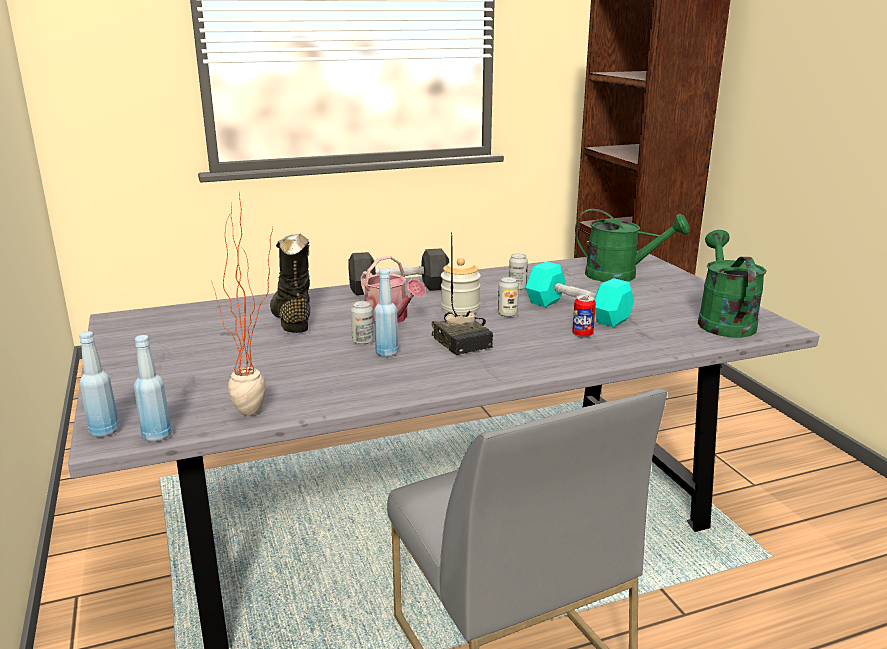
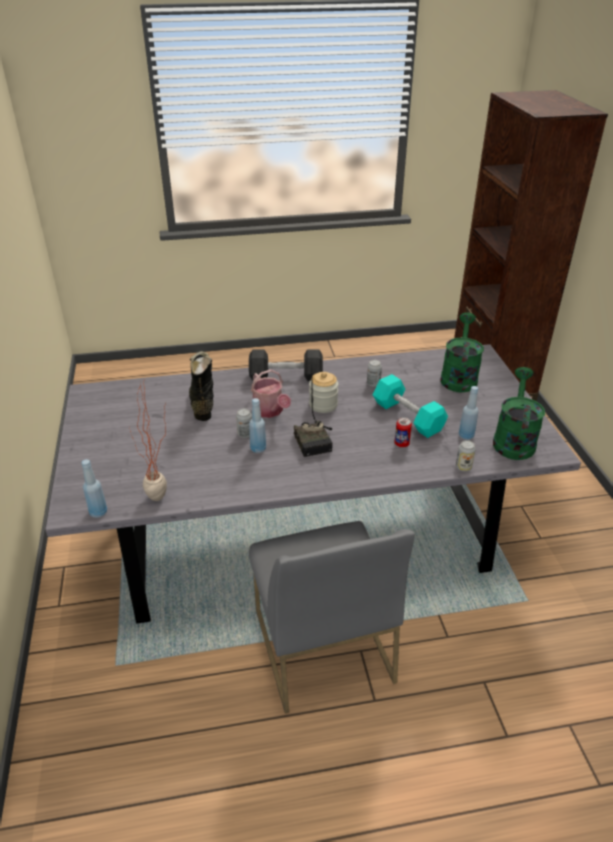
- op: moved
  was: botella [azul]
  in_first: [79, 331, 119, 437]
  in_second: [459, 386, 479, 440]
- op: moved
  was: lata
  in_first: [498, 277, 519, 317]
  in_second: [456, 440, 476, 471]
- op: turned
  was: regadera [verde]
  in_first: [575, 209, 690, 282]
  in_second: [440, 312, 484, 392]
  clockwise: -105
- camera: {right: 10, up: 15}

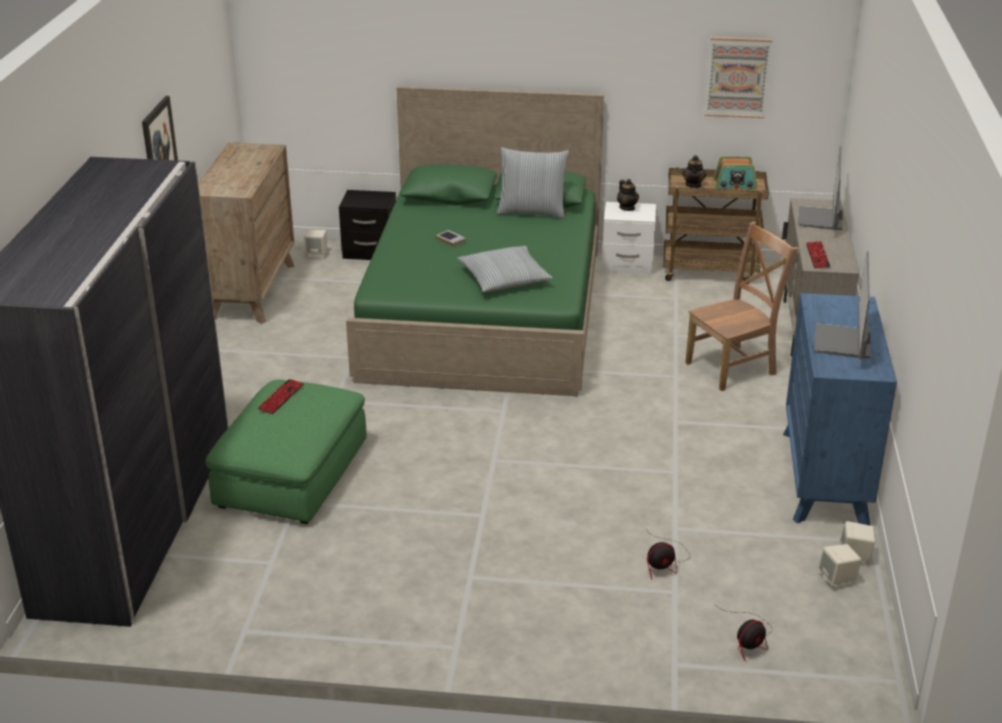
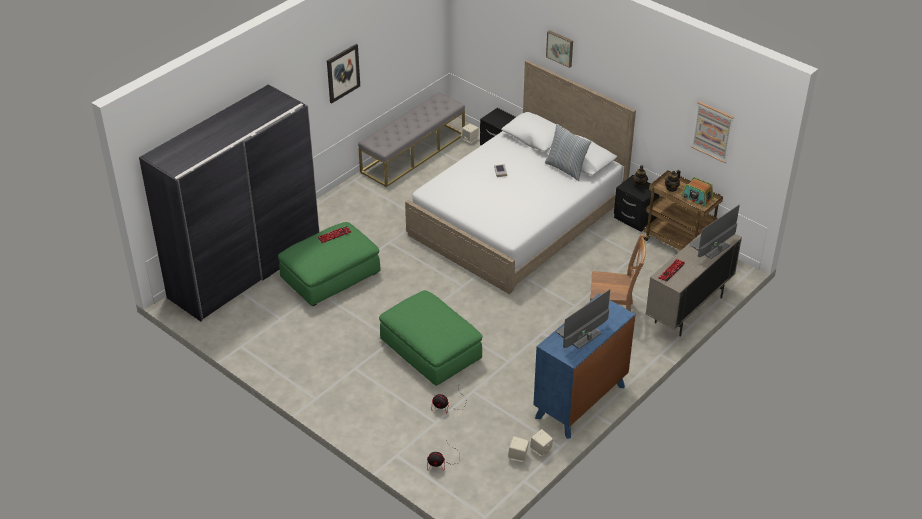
- op: replaced
  was: cómoda [marrón]
  now: banco [gris]
  in_first: [198, 142, 295, 324]
  in_second: [358, 92, 465, 187]
- op: recoloured
  was: cama [verde]
  now: cama [blanco]
  in_first: [346, 86, 604, 396]
  in_second: [405, 60, 636, 294]
- op: removed
  was: cojín
  in_first: [457, 246, 553, 292]
- op: recoloured
  was: mesita de noche [blanco]
  now: mesita de noche [negro]
  in_first: [602, 202, 656, 274]
  in_second: [614, 175, 660, 232]
- op: added
  now: puf [verde]
  in_second: [379, 290, 483, 386]
- op: added
  now: cuadro
  in_second: [546, 30, 573, 68]
- camera: {right: 35, up: 10}

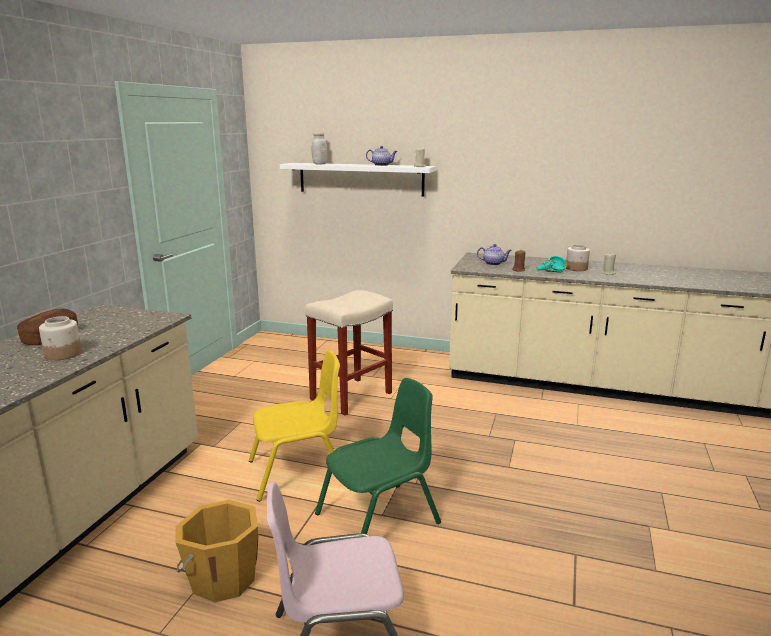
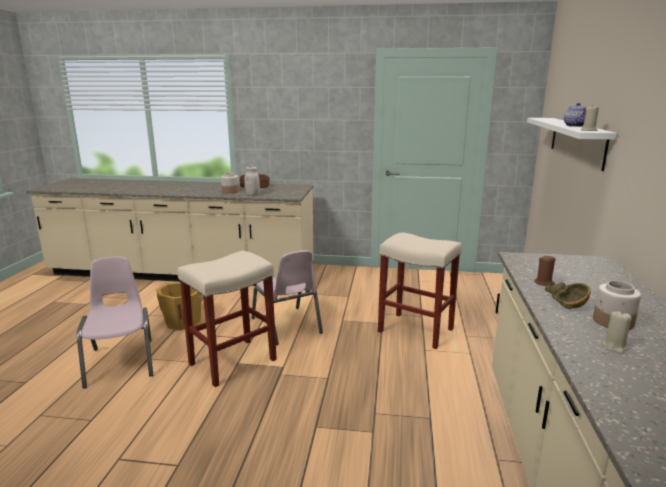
- op: recoloured
  was: silla [amarillo]
  now: silla [rosa]
  in_first: [249, 350, 340, 502]
  in_second: [252, 250, 323, 345]
- op: moved
  was: tarro [blanco]
  in_first: [312, 132, 327, 164]
  in_second: [244, 166, 260, 196]
- op: replaced
  was: silla [verde]
  now: taburete [beis]
  in_first: [315, 378, 441, 534]
  in_second: [177, 251, 277, 387]
- op: removed
  was: tetera
  in_first: [477, 244, 512, 265]
- op: recoloured
  was: cuenco [turquesa]
  now: cuenco [marrón]
  in_first: [537, 256, 567, 273]
  in_second: [545, 282, 591, 309]
- camera: {right: 80, up: 0}

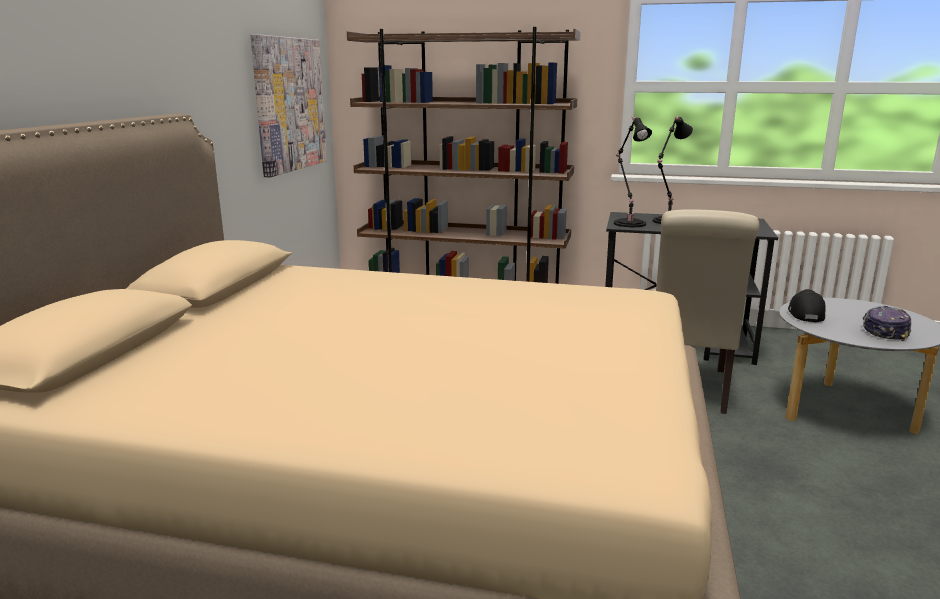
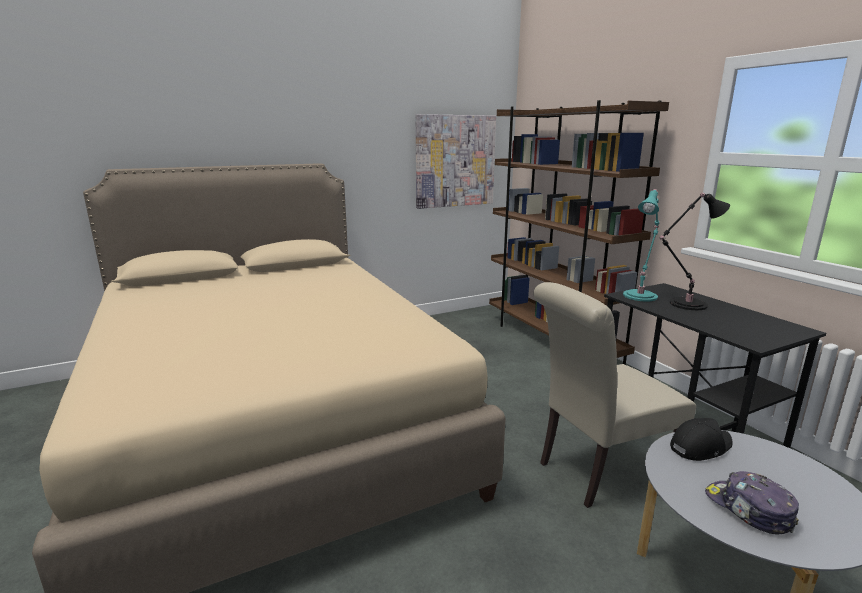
- op: recoloured
  was: lámpara de mesa [negro]
  now: lámpara de mesa [turquesa]
  in_first: [614, 116, 652, 227]
  in_second: [623, 189, 659, 301]
- op: turned
  was: gorra
  in_first: [863, 306, 911, 341]
  in_second: [705, 471, 799, 534]
  clockwise: -105
- camera: {right: 50, up: 0}

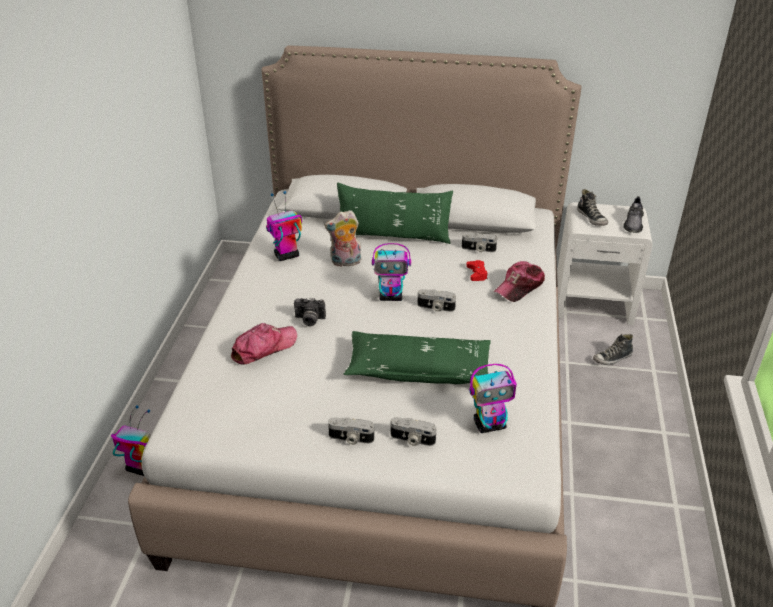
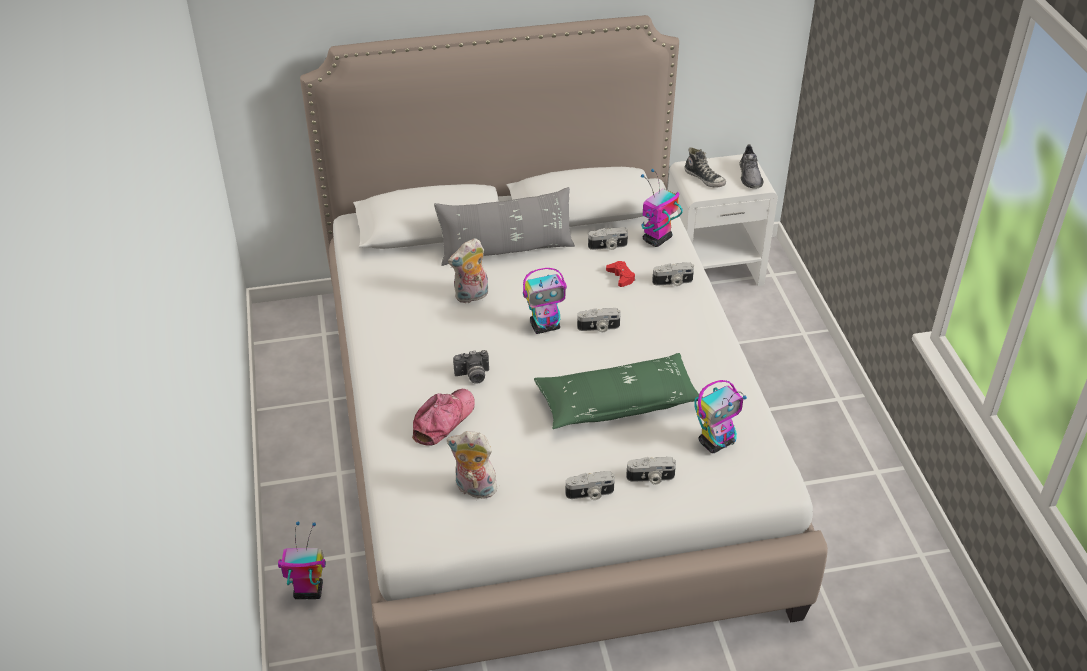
- op: moved
  was: robot de juguete
  in_first: [266, 191, 302, 261]
  in_second: [641, 169, 683, 247]
- op: recoloured
  was: cojín [verde]
  now: cojín [gris]
  in_first: [337, 182, 453, 244]
  in_second: [434, 187, 575, 266]
- op: replaced
  was: gorra
  now: cámara
  in_first: [494, 261, 545, 302]
  in_second: [652, 262, 694, 286]
- op: removed
  was: zapato
  in_first: [593, 334, 633, 365]
- op: added
  now: peluche
  in_second: [447, 431, 497, 498]
- camera: {right: -20, up: 5}

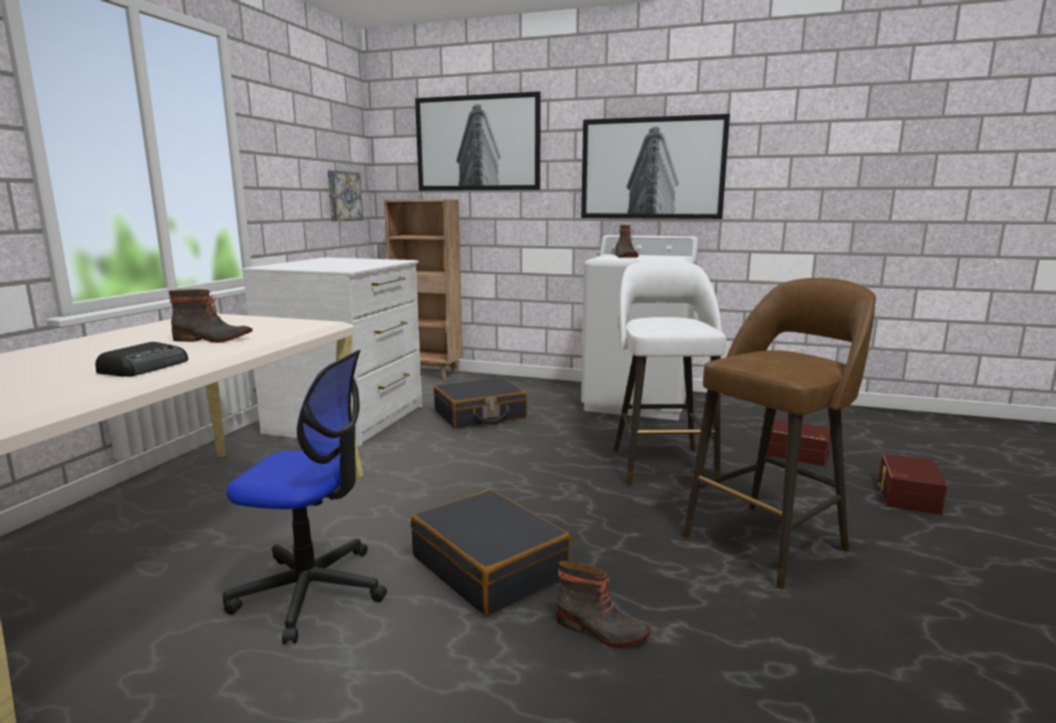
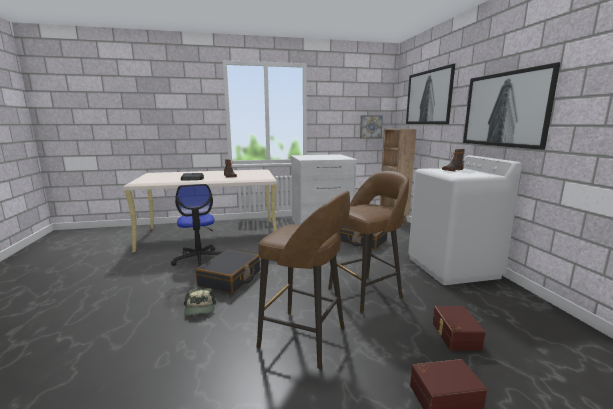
- op: replaced
  was: bota
  now: gorra
  in_first: [556, 561, 651, 648]
  in_second: [183, 288, 216, 316]
- op: recoloured
  was: taburete [blanco]
  now: taburete [marrón]
  in_first: [613, 259, 726, 486]
  in_second: [328, 171, 409, 314]
- camera: {right: 60, up: 0}

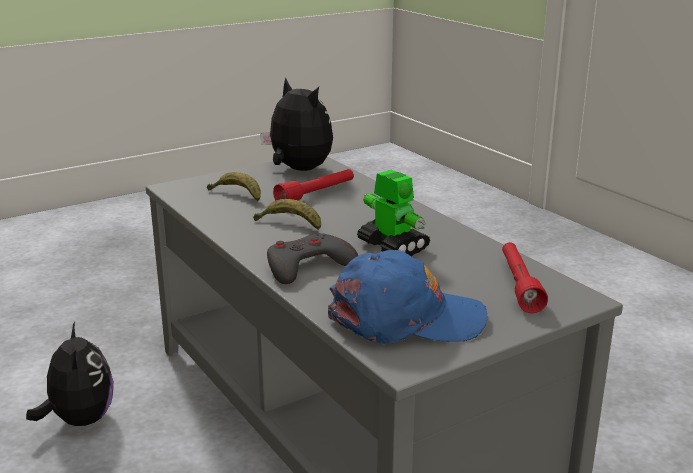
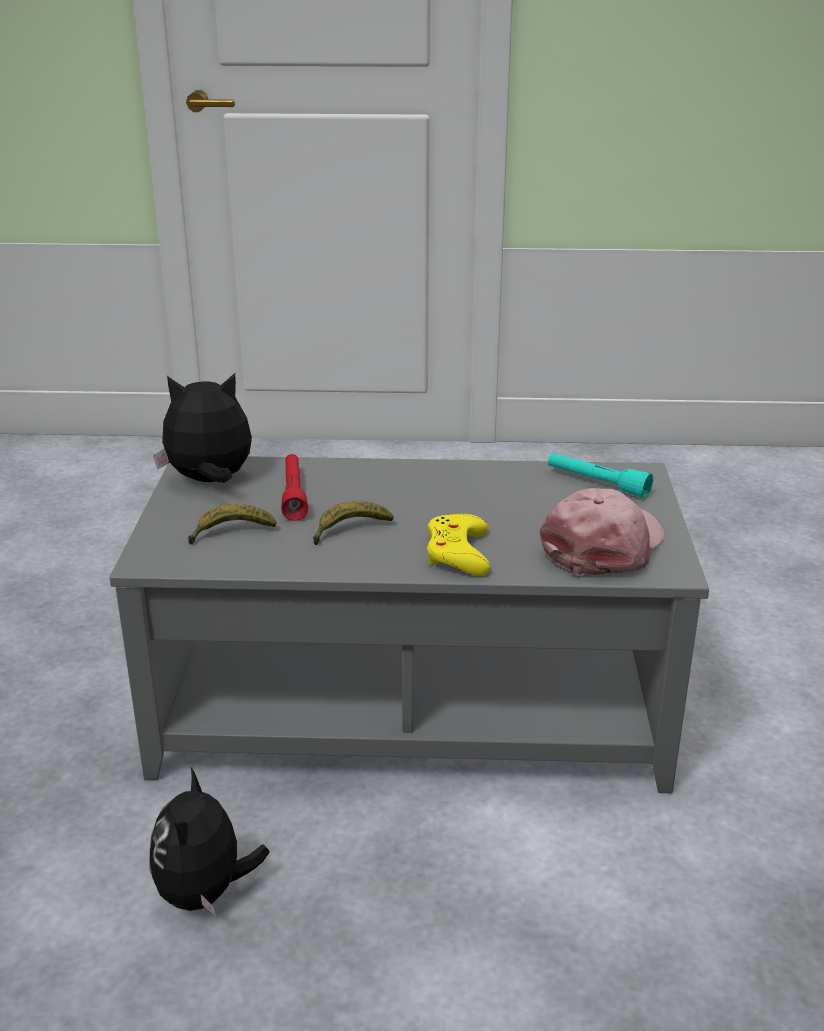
- op: turned
  was: peluche
  in_first: [26, 322, 114, 426]
  in_second: [149, 767, 270, 916]
  clockwise: -105
- op: recoloured
  was: mando de consola [gris]
  now: mando de consola [amarillo]
  in_first: [267, 233, 358, 284]
  in_second: [427, 514, 490, 576]
- op: recoloured
  was: gorra [azul]
  now: gorra [rosa]
  in_first: [328, 250, 488, 344]
  in_second: [540, 488, 664, 575]
- op: removed
  was: robot de juguete
  in_first: [357, 170, 430, 256]
- op: recoloured
  was: linterna [rojo]
  now: linterna [turquesa]
  in_first: [502, 242, 548, 313]
  in_second: [548, 453, 653, 498]
- camera: {right: -55, up: 5}

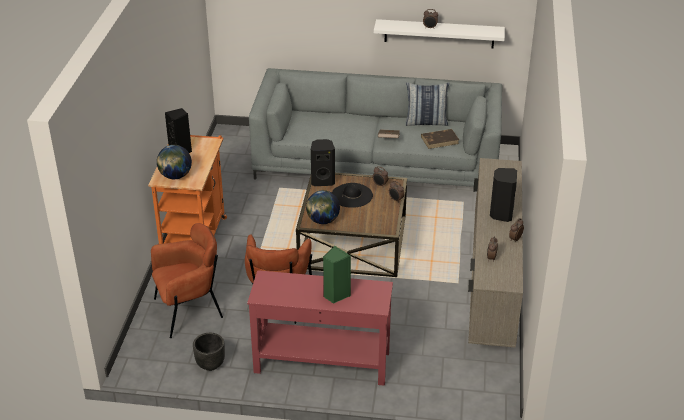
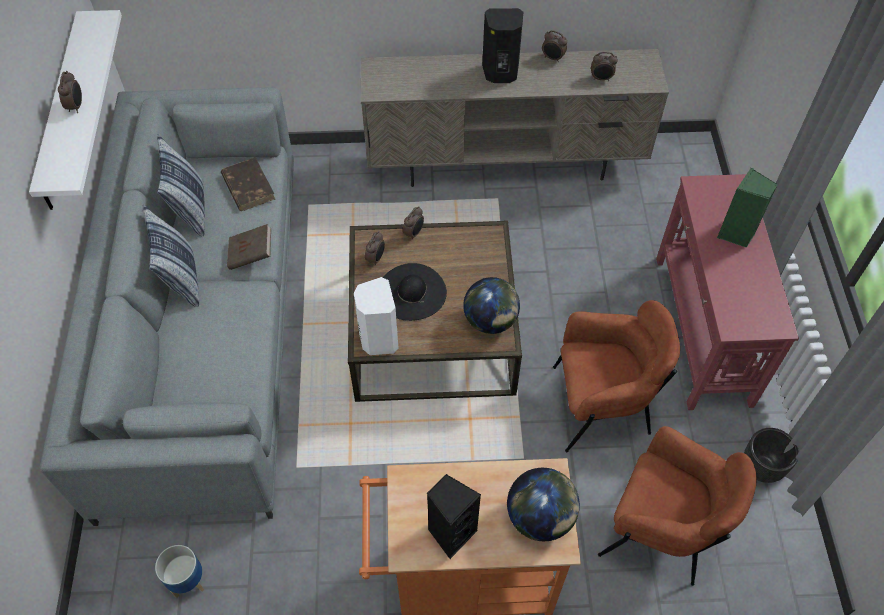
- op: turned
  was: sillón [marrón]
  in_first: [151, 223, 223, 339]
  in_second: [598, 426, 757, 586]
  clockwise: 150
- op: recoloured
  was: altavoz [negro]
  now: altavoz [blanco]
  in_first: [311, 139, 335, 186]
  in_second: [354, 277, 398, 355]
- op: added
  now: cojín
  in_second: [143, 205, 199, 307]
- op: added
  now: maceta
  in_second: [155, 545, 204, 598]
- camera: {right: -100, up: 20}

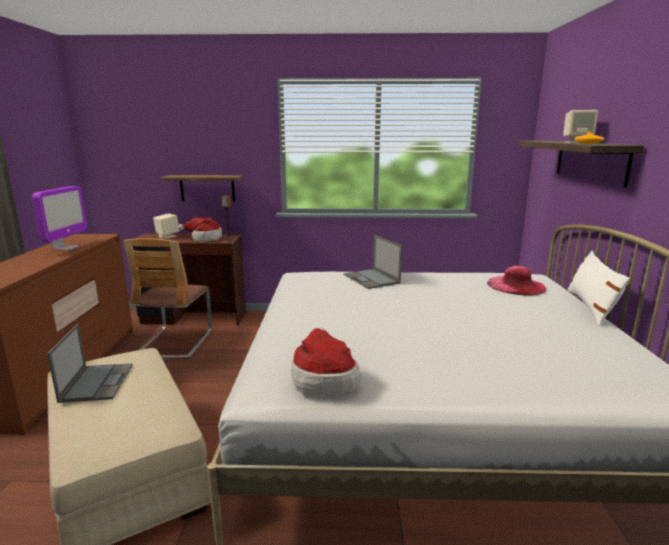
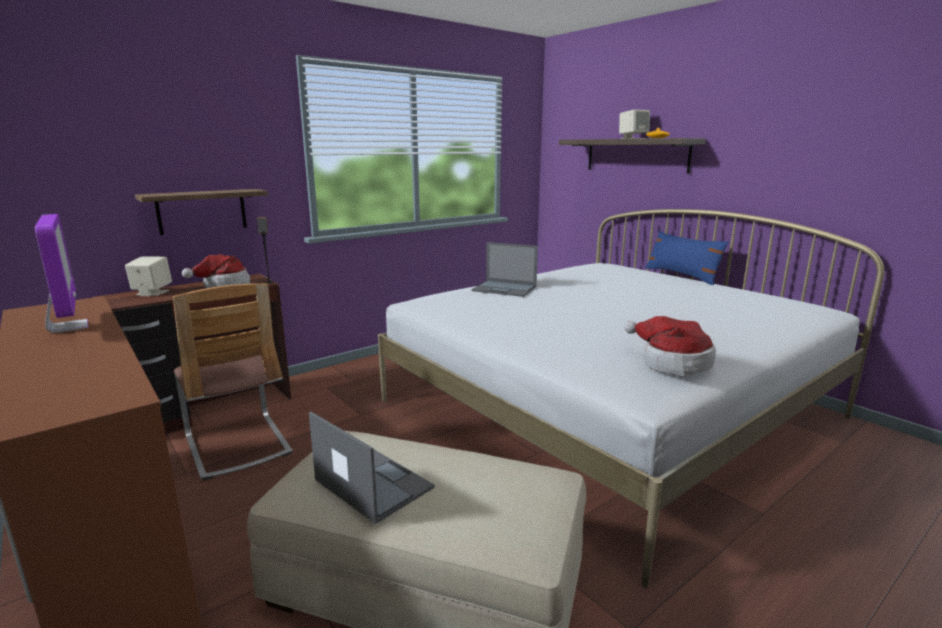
- op: removed
  was: sombrero [rosa]
  in_first: [487, 266, 547, 296]
- op: recoloured
  was: cojín [blanco]
  now: cojín [azul]
  in_first: [567, 251, 630, 326]
  in_second: [645, 231, 729, 285]
- camera: {right: -40, up: 0}

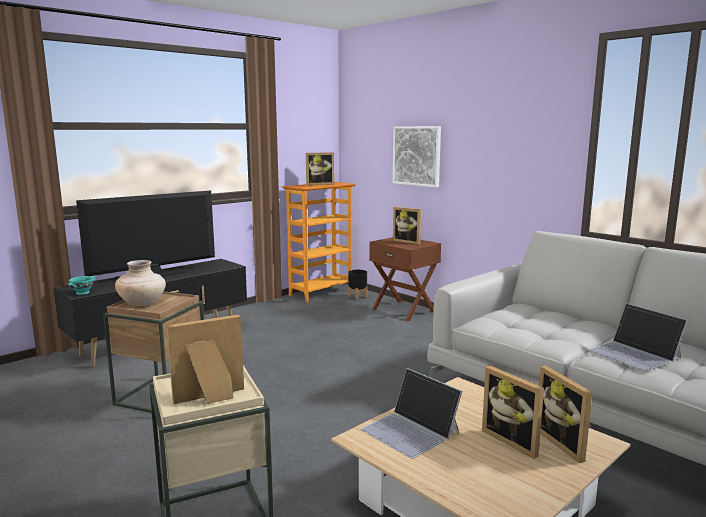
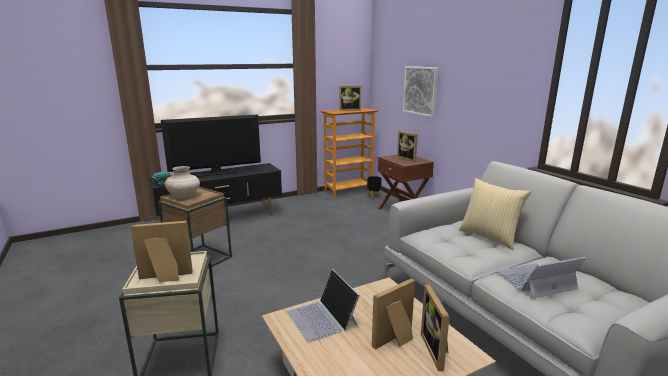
- op: turned
  was: portarretratos
  in_first: [482, 366, 544, 459]
  in_second: [372, 279, 415, 350]
  clockwise: 75
- op: turned
  was: portátil
  in_first: [588, 303, 688, 371]
  in_second: [496, 257, 586, 298]
  clockwise: 90
- op: added
  now: cojín
  in_second: [459, 178, 531, 250]
- camera: {right: 15, up: 5}

